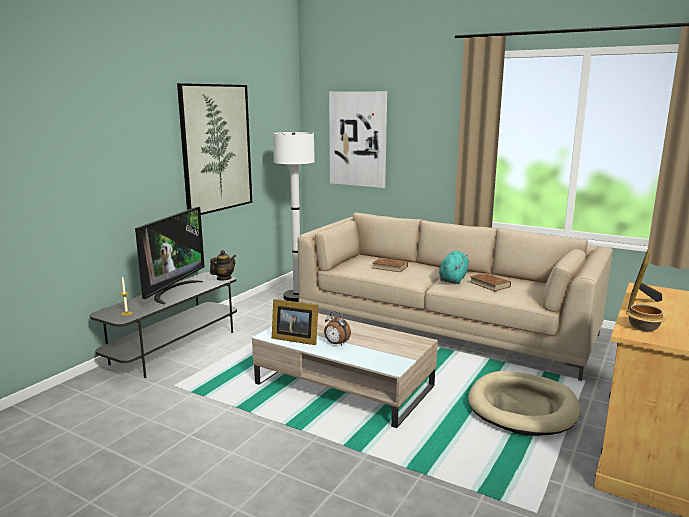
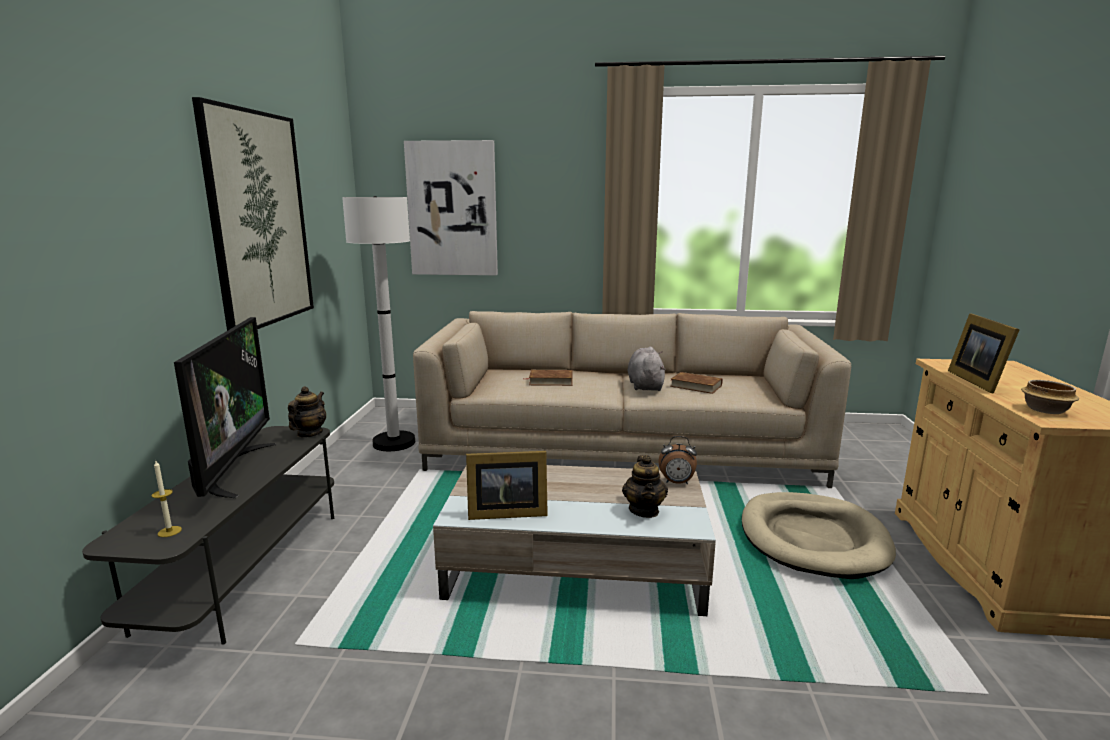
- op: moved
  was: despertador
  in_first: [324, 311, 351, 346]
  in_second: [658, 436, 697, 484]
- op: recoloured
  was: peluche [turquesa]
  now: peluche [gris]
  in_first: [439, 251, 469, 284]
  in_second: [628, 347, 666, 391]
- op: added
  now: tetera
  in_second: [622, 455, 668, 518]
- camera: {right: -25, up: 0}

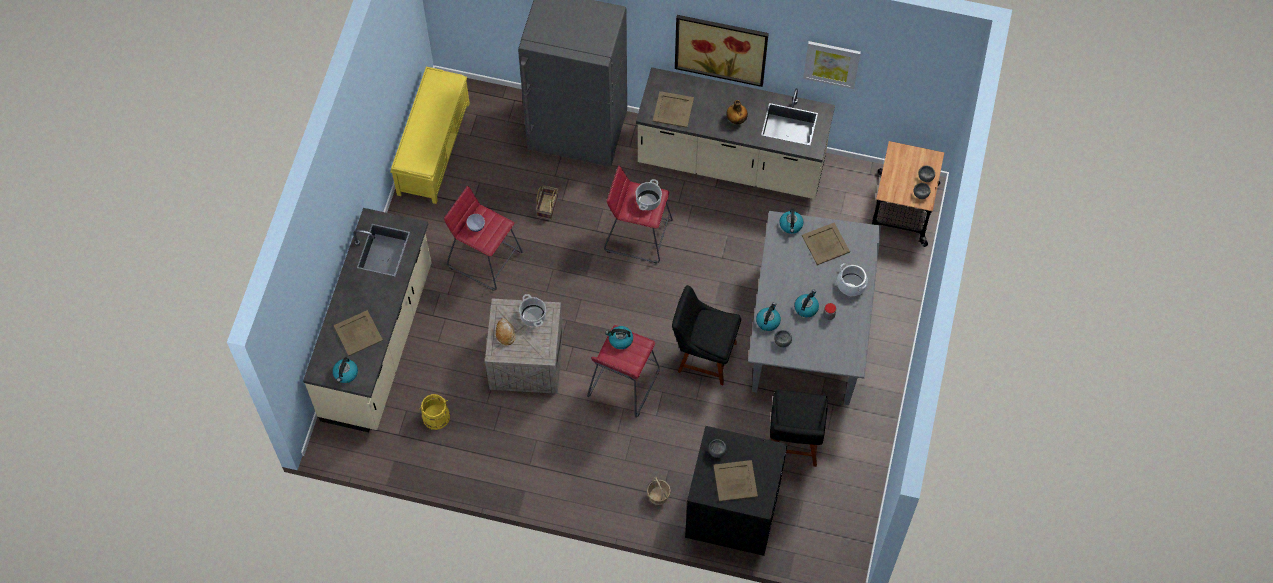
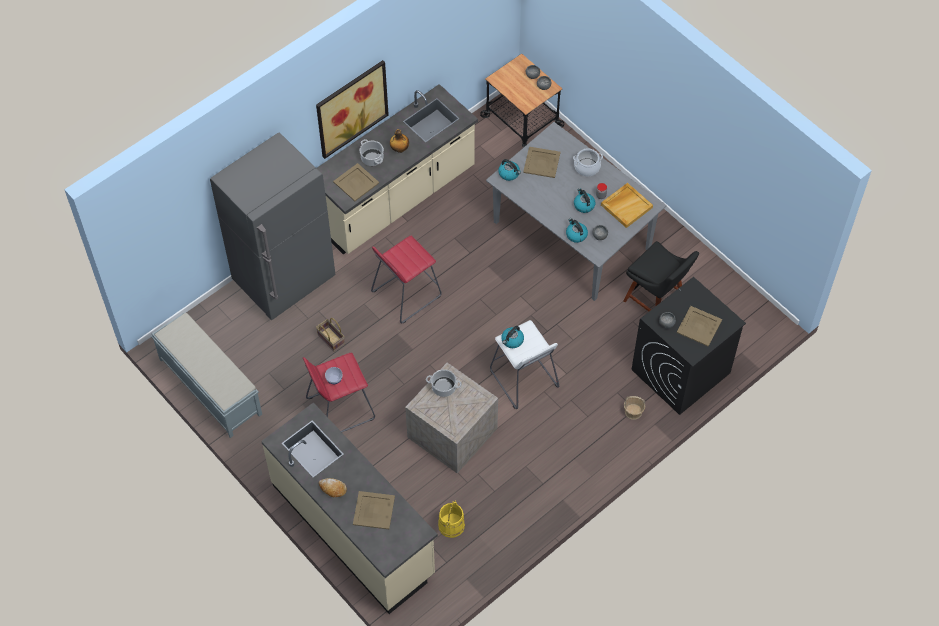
- op: removed
  was: hervidor
  in_first: [333, 357, 358, 383]
- op: recoloured
  was: banco [amarillo]
  now: banco [gris]
  in_first: [390, 67, 470, 204]
  in_second: [151, 313, 262, 438]
- op: moved
  was: pan
  in_first: [496, 318, 516, 346]
  in_second: [319, 478, 347, 498]
- op: recoloured
  was: taburete [rojo]
  now: taburete [blanco]
  in_first: [587, 325, 660, 418]
  in_second: [490, 320, 559, 409]
- op: moved
  was: olla
  in_first: [635, 179, 662, 211]
  in_second: [360, 139, 384, 166]
- op: removed
  was: silla [negro]
  in_first: [672, 285, 741, 385]
- op: removed
  was: cuadro
  in_first: [803, 41, 861, 89]
- op: added
  now: bandeja [beis]
  in_second: [601, 183, 653, 228]
- camera: {right: -55, up: -5}

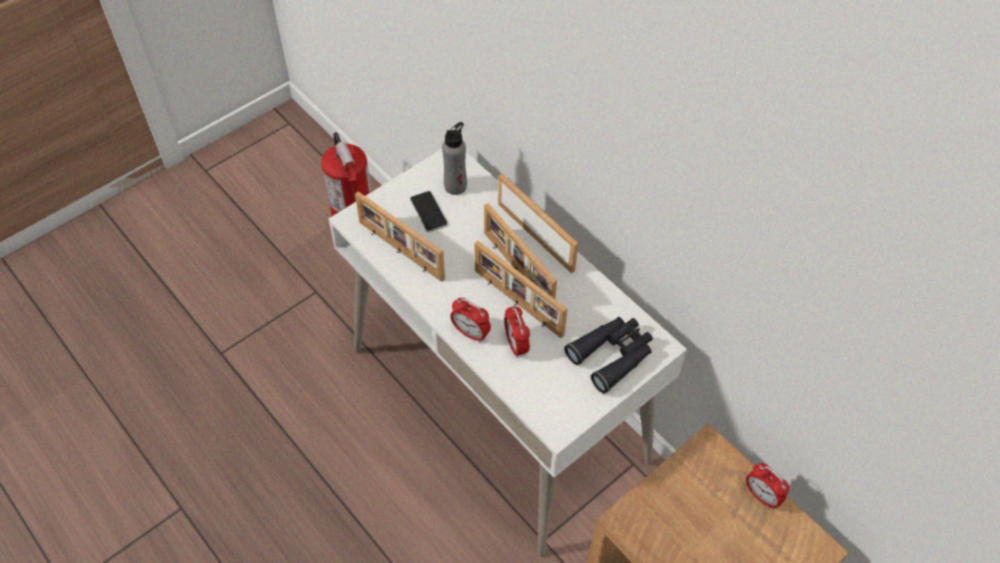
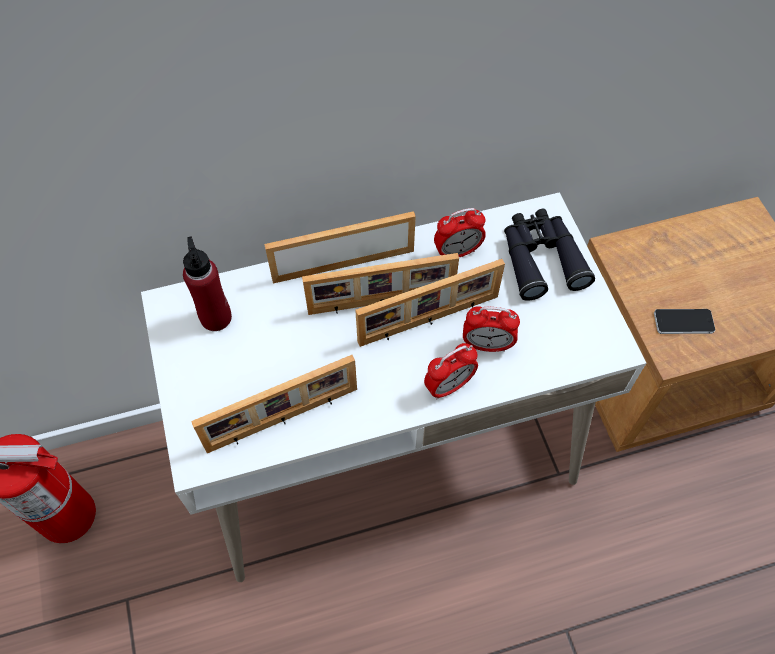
- op: moved
  was: móvil
  in_first: [410, 191, 448, 232]
  in_second: [654, 309, 715, 334]
- op: recoloured
  was: botella [gris]
  now: botella [rojo]
  in_first: [442, 122, 467, 195]
  in_second: [183, 236, 232, 331]
- op: moved
  was: despertador
  in_first: [746, 463, 789, 508]
  in_second: [434, 208, 486, 257]
- camera: {right: -65, up: 5}

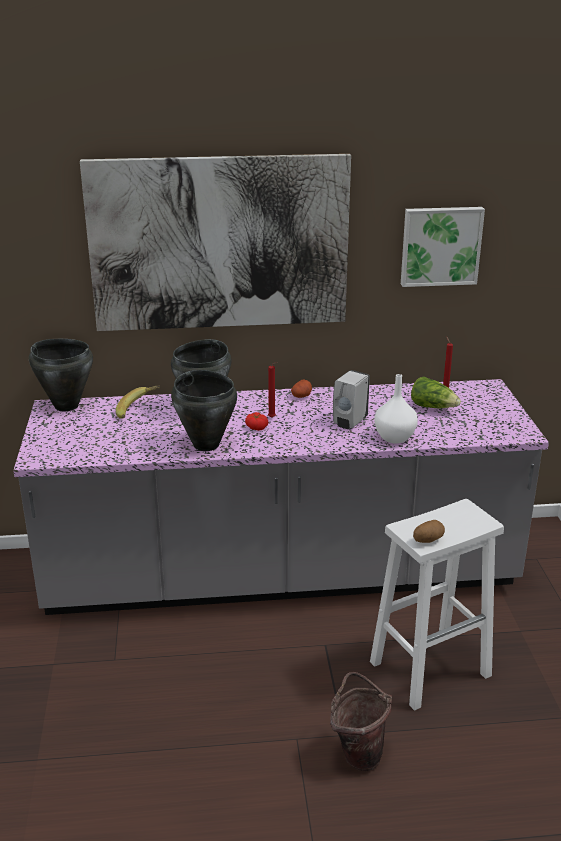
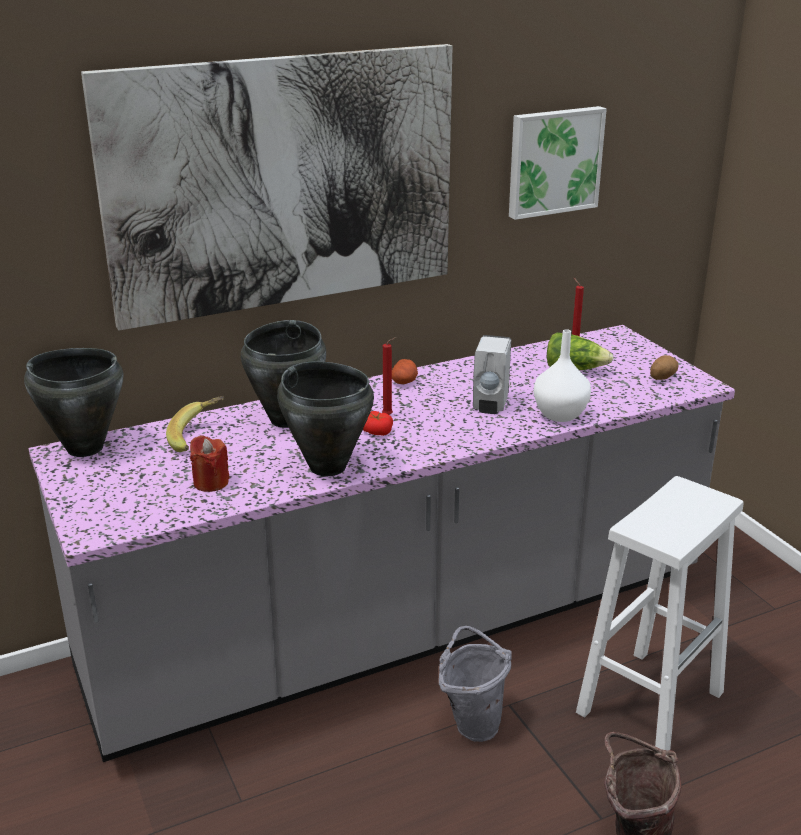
- op: moved
  was: patata
  in_first: [413, 520, 445, 543]
  in_second: [650, 355, 679, 380]
- op: added
  now: vela [rojo]
  in_second: [190, 435, 230, 492]
- op: added
  now: cubo [gris]
  in_second: [439, 626, 512, 742]
- camera: {right: -20, up: 0}

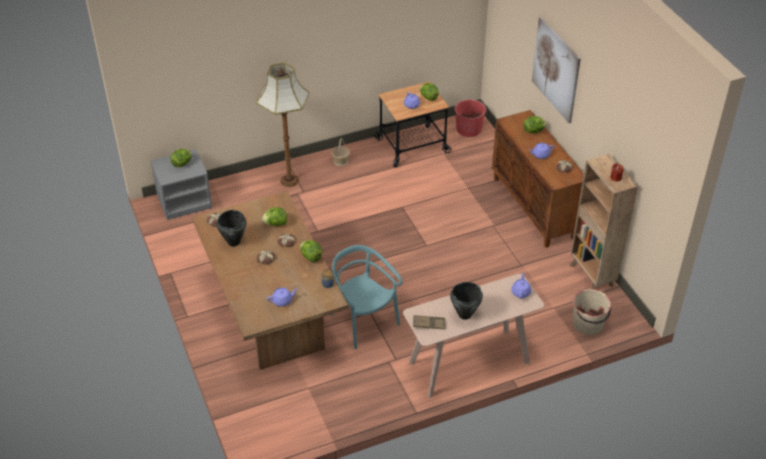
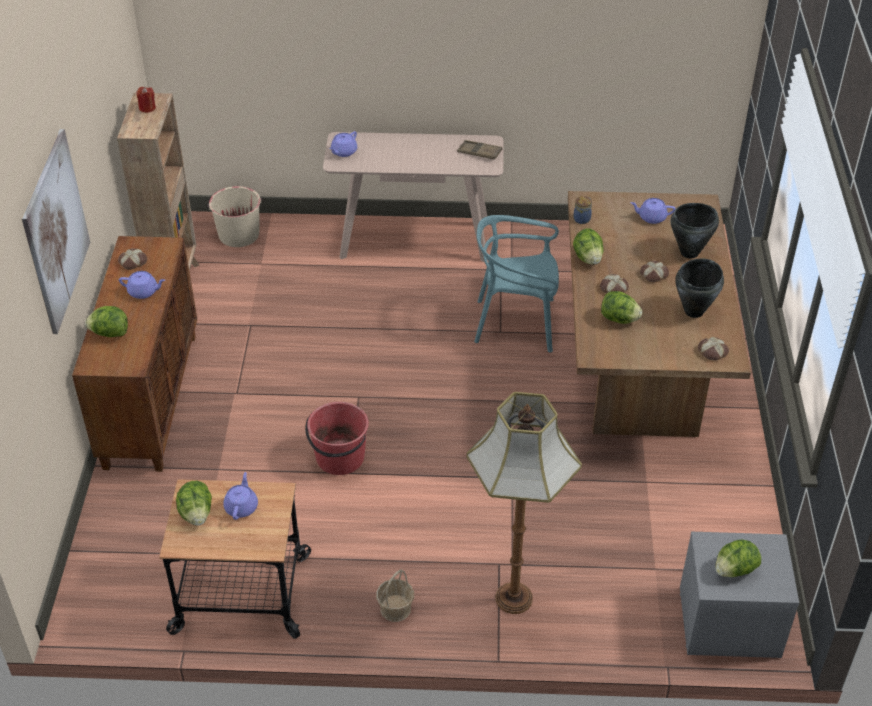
- op: turned
  was: silla [turquesa]
  in_first: [330, 245, 402, 349]
  in_second: [474, 215, 559, 353]
  clockwise: 105
- op: moved
  was: olla [negro]
  in_first: [450, 282, 483, 320]
  in_second: [671, 203, 719, 258]
- op: moved
  was: cubo [rojo]
  in_first: [453, 100, 487, 137]
  in_second: [305, 402, 369, 475]
- camera: {right: -155, up: 0}

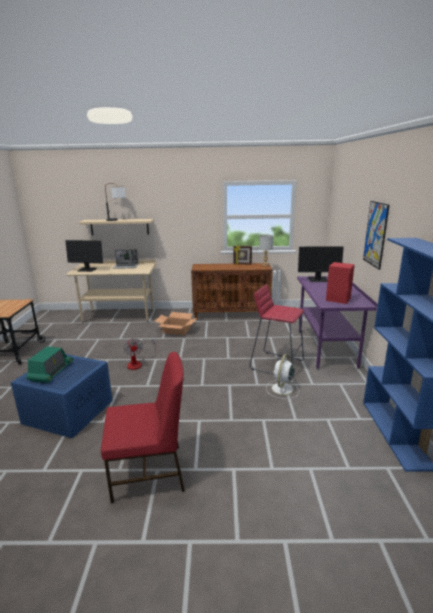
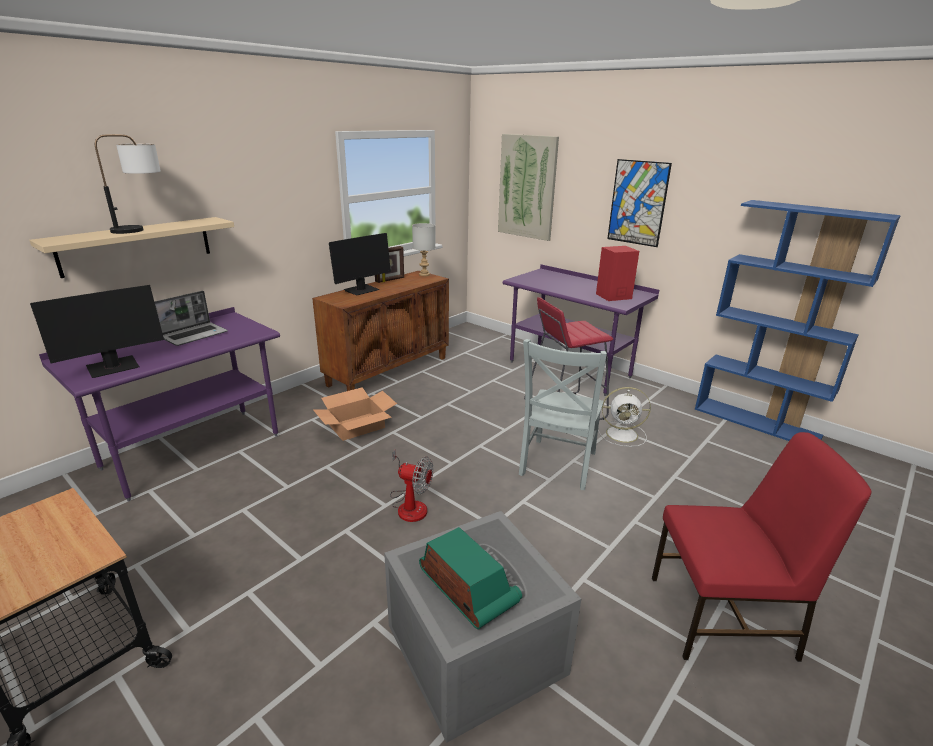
- op: recoloured
  was: caja de almacenaje [azul]
  now: caja de almacenaje [gris]
  in_first: [11, 354, 113, 439]
  in_second: [384, 511, 581, 743]
- op: recoloured
  was: escritorio [beis]
  now: escritorio [morado]
  in_first: [66, 260, 156, 323]
  in_second: [39, 307, 280, 501]
- op: turned
  was: silla [rojo]
  in_first: [101, 352, 185, 503]
  in_second: [652, 432, 872, 662]
  clockwise: 60
- op: turned
  was: ventilador [blanco]
  in_first: [266, 354, 298, 399]
  in_second: [598, 387, 651, 447]
  clockwise: -60
- op: moved
  was: monitor
  in_first: [298, 246, 344, 282]
  in_second: [329, 233, 391, 295]
- op: added
  now: cuadro
  in_second: [498, 134, 559, 241]
- op: added
  now: silla [gris]
  in_second: [519, 339, 607, 490]
- camera: {right: -50, up: 5}

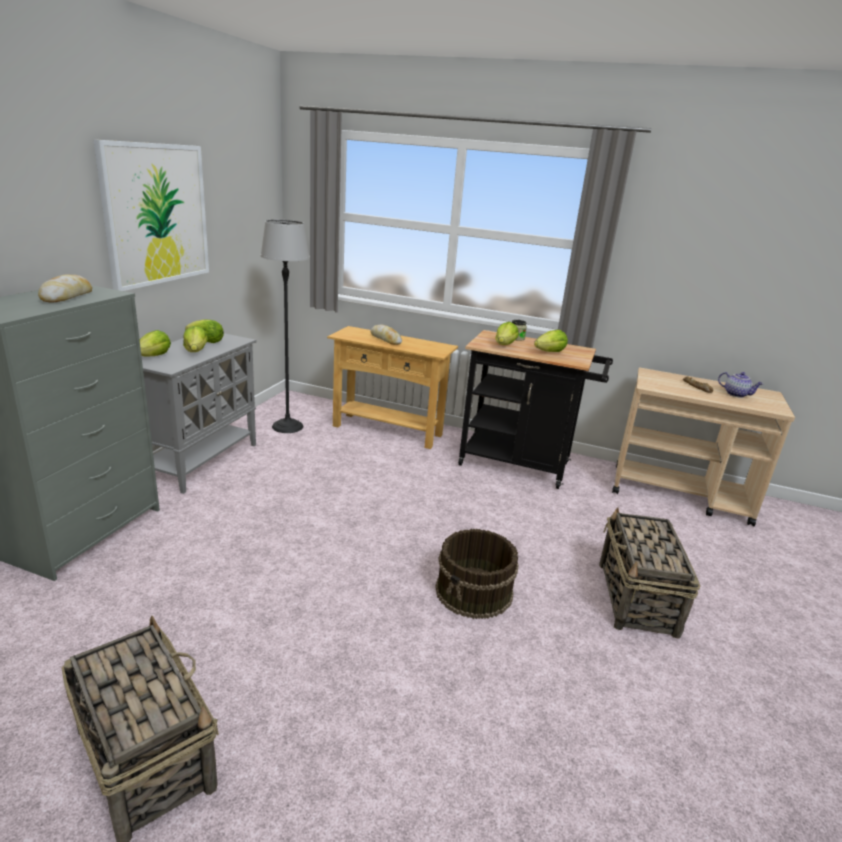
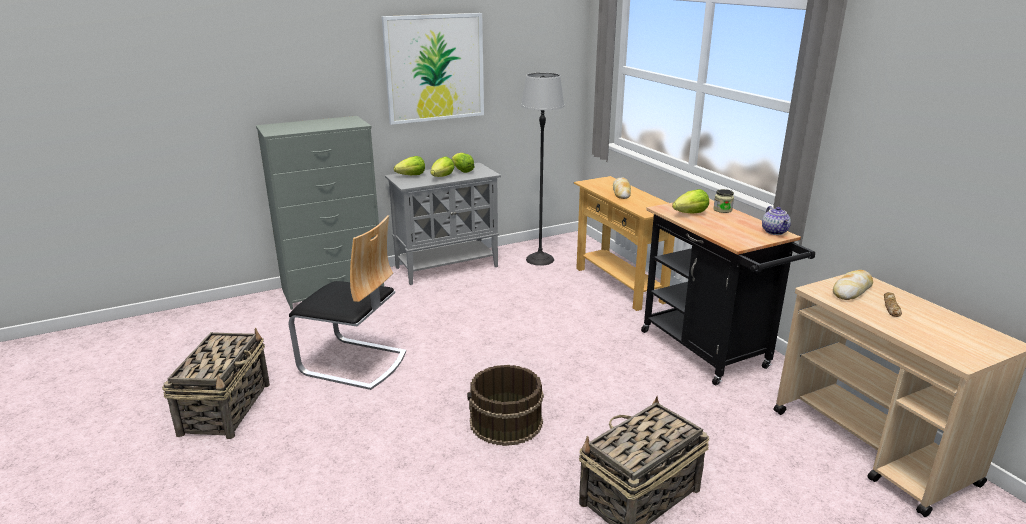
- op: moved
  was: pan
  in_first: [38, 274, 92, 303]
  in_second: [833, 270, 873, 300]
- op: removed
  was: lechuga
  in_first: [534, 330, 568, 352]
- op: moved
  was: tetera
  in_first: [718, 372, 763, 398]
  in_second: [762, 206, 791, 235]
- op: added
  now: silla
  in_second: [289, 215, 406, 390]
- camera: {right: 45, up: 0}

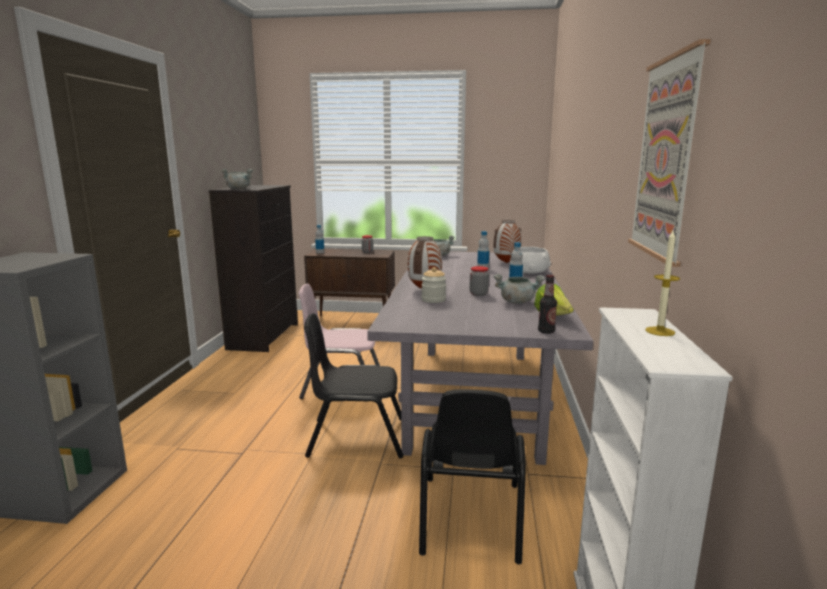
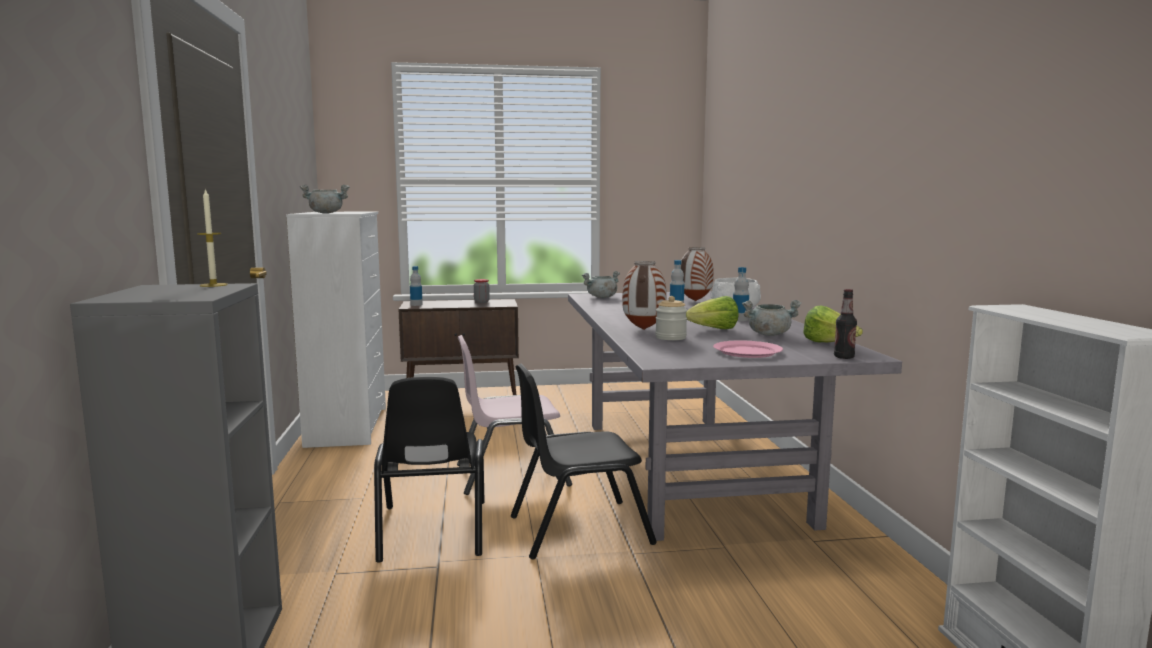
- op: recoloured
  was: cómoda [negro]
  now: cómoda [blanco]
  in_first: [209, 185, 298, 352]
  in_second: [286, 212, 386, 448]
- op: moved
  was: silla [negro]
  in_first: [419, 389, 526, 564]
  in_second: [374, 377, 485, 563]
- op: replaced
  was: tarro
  now: lechuga
  in_first: [469, 266, 489, 296]
  in_second: [686, 296, 739, 329]
- op: removed
  was: cuadro
  in_first: [628, 39, 711, 267]
- op: moved
  was: vela
  in_first: [645, 231, 680, 336]
  in_second: [197, 189, 228, 287]
- op: added
  now: plato [rosa]
  in_second: [713, 340, 783, 358]
- camera: {right: -15, up: -5}

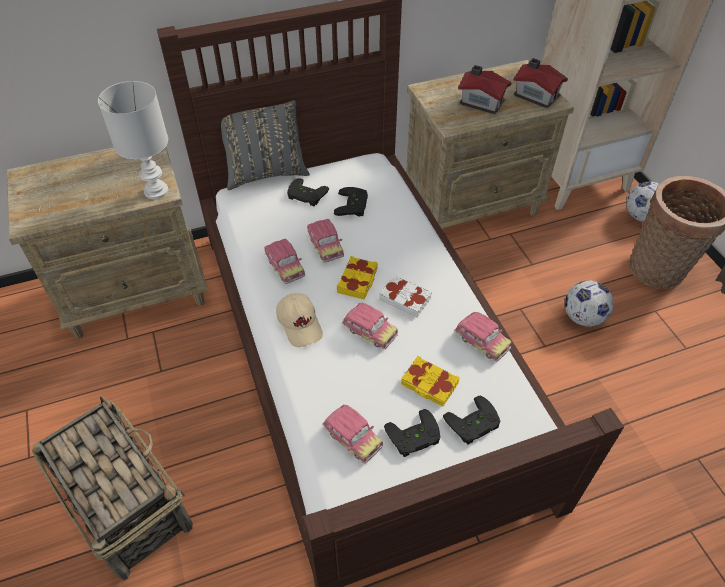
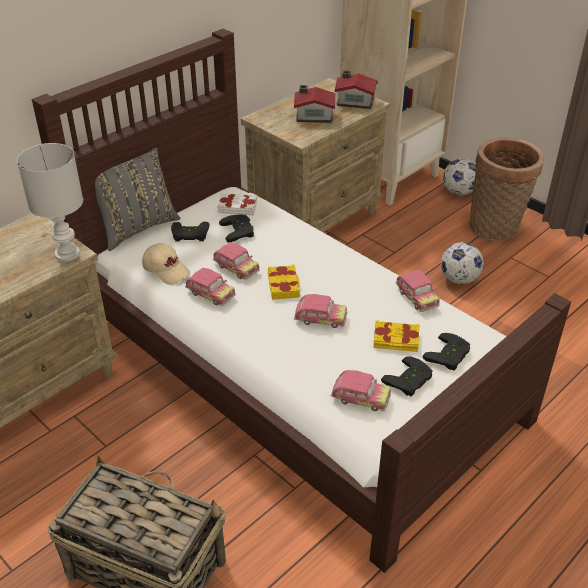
- op: moved
  was: gorra [beis]
  in_first: [276, 293, 323, 347]
  in_second: [142, 243, 190, 285]
- op: moved
  was: libro [blanco]
  in_first: [379, 275, 432, 318]
  in_second: [217, 193, 257, 215]
- op: turned
  was: coche de juguete
  in_first: [454, 312, 511, 362]
  in_second: [396, 270, 440, 312]
  clockwise: 45
- camera: {right: -25, up: -10}

